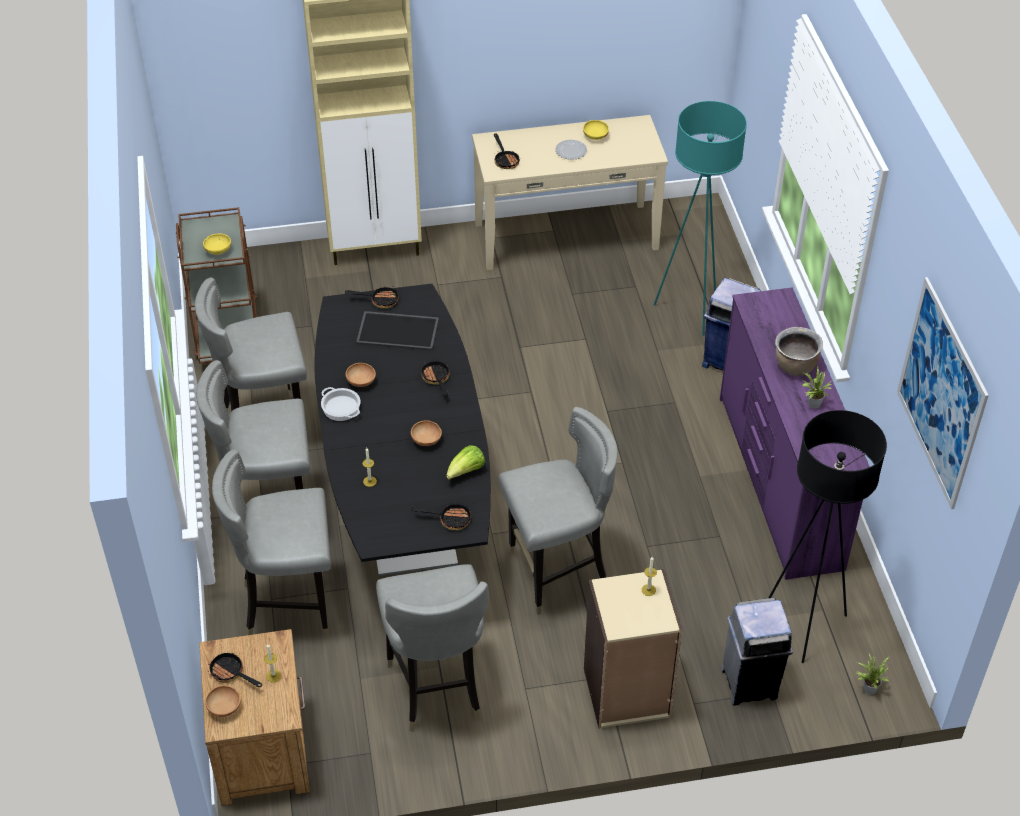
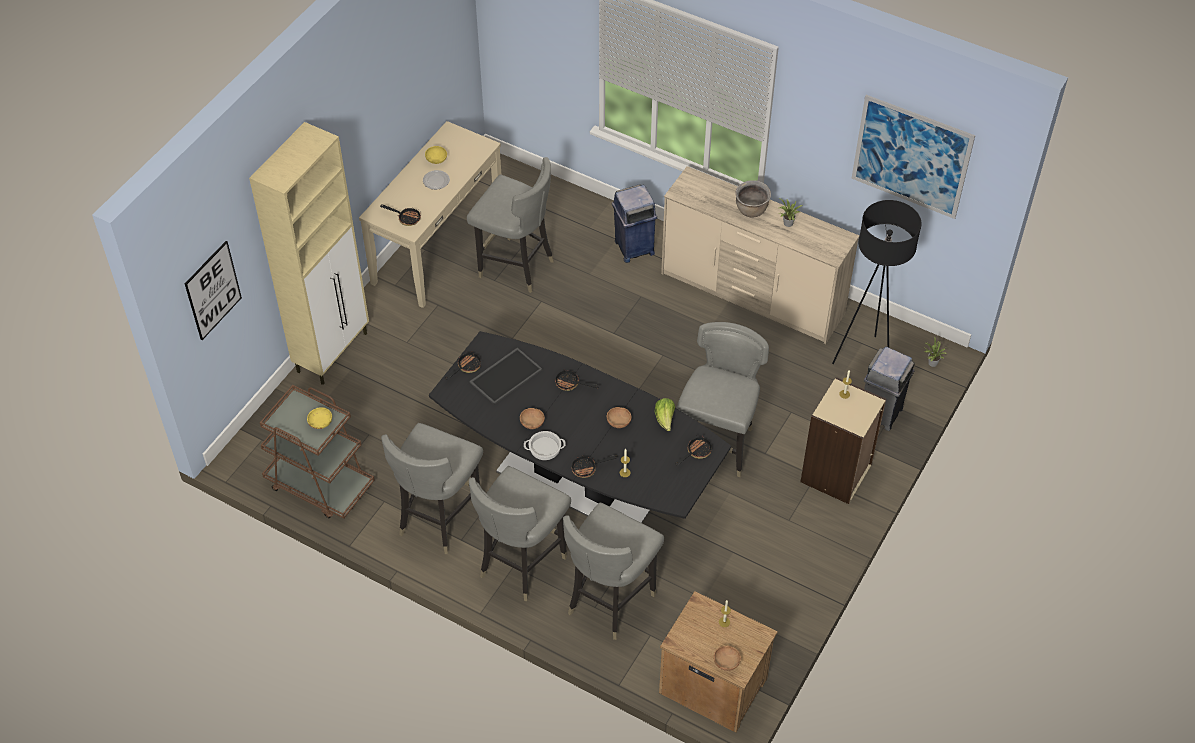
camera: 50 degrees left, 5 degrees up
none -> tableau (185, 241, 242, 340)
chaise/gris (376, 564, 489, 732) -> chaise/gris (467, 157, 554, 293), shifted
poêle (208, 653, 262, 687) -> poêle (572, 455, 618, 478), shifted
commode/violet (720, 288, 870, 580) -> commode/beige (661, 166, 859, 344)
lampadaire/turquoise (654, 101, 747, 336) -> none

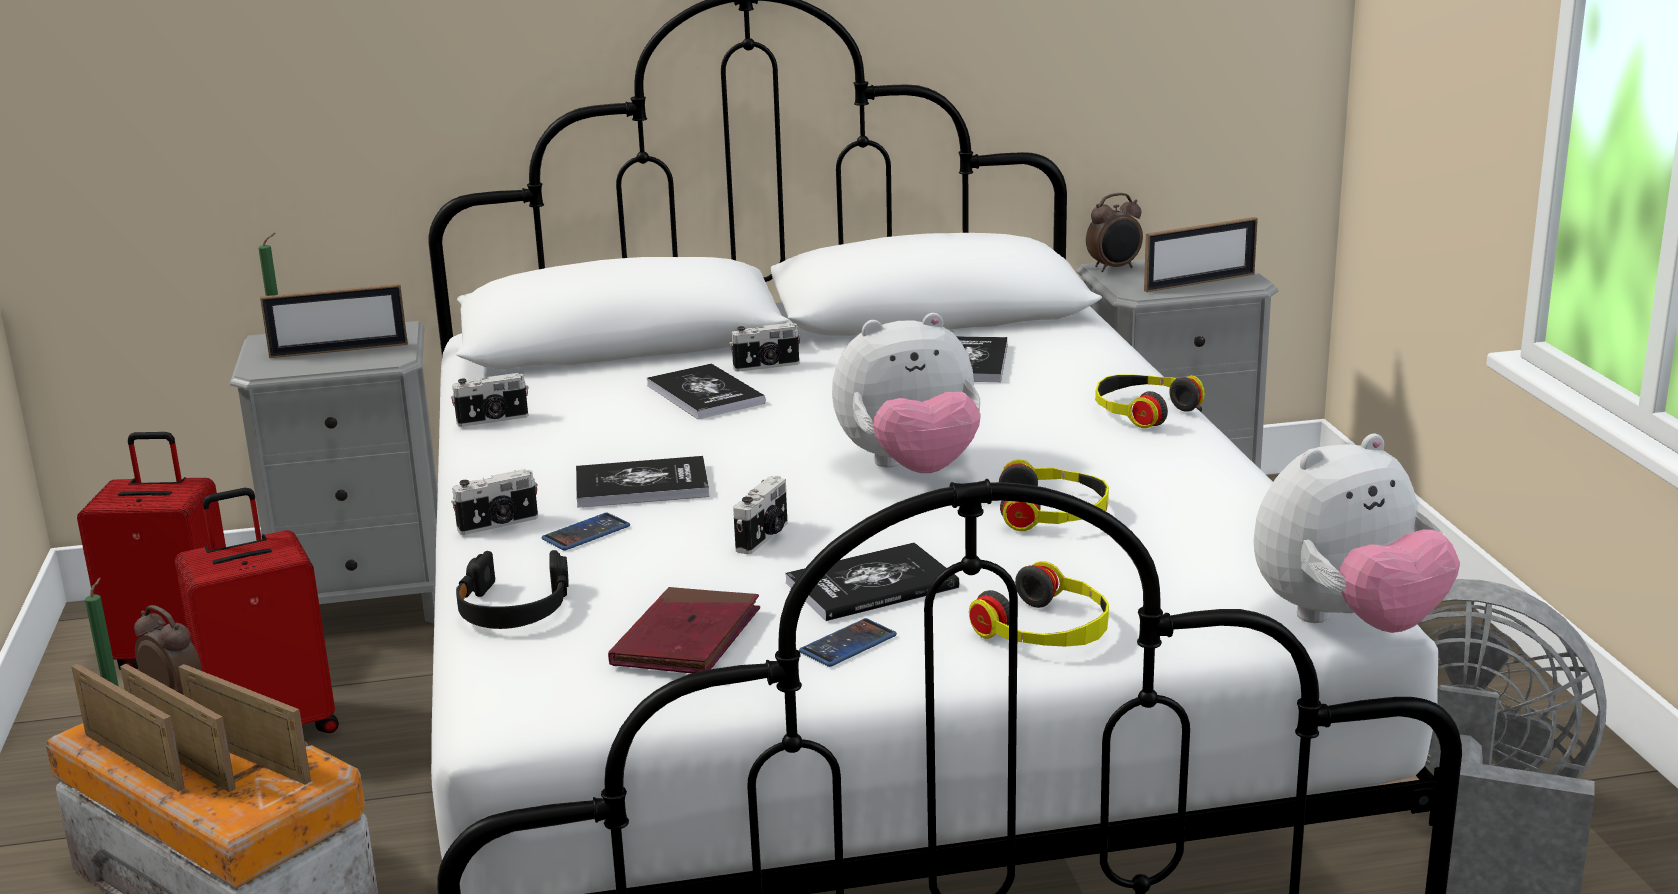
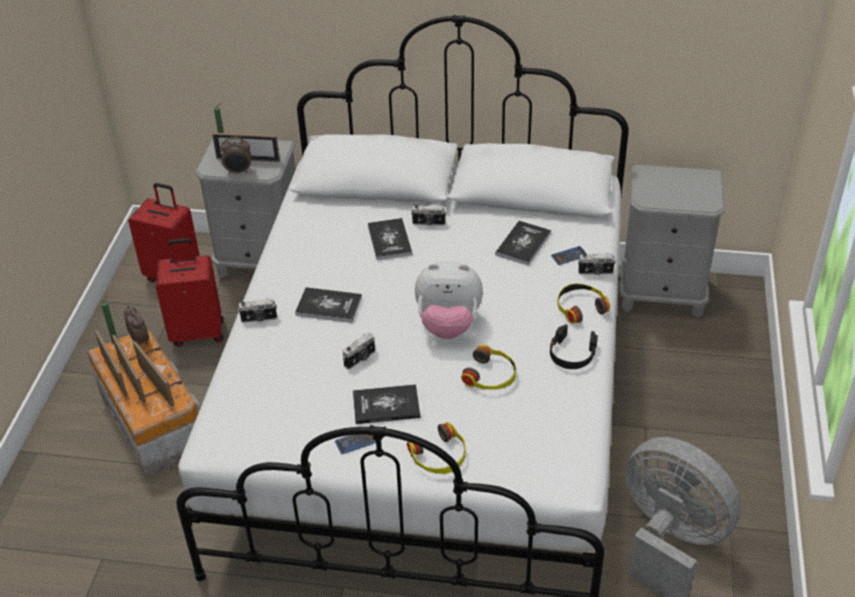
camera: 20 degrees right, 20 degrees up
réveil (1086, 193, 1143, 272) -> réveil (221, 137, 251, 174), shifted
casque audio/noir (456, 550, 569, 629) -> casque audio/noir (550, 324, 598, 369), shifted
téléphone (541, 512, 630, 551) -> téléphone (551, 246, 587, 265), shifted
appareil photo (451, 373, 529, 427) -> appareil photo (578, 253, 616, 275), shifted
livre/rouge (608, 587, 760, 674) -> none
cadre photo (1144, 217, 1258, 292) -> none
peluche (1253, 434, 1460, 633) -> none

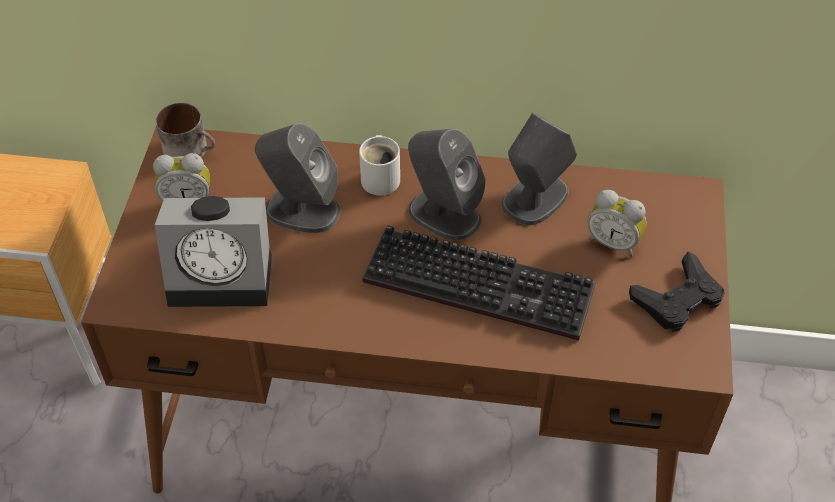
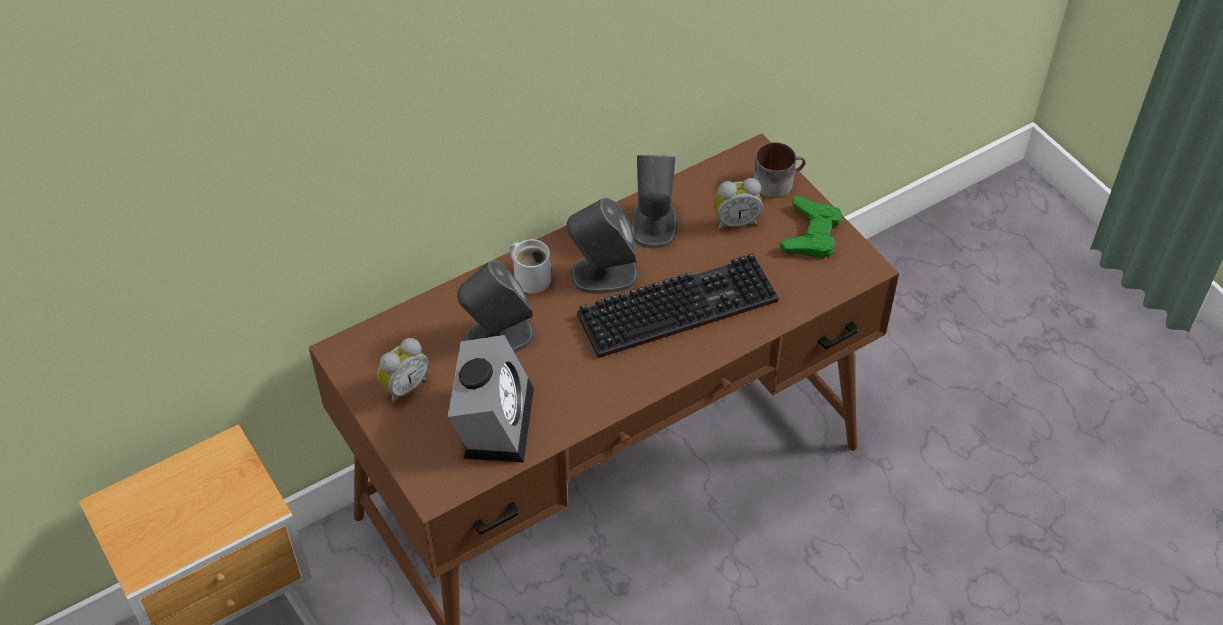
camera: 40 degrees left, 0 degrees up
réveil (155, 196, 272, 307) -> réveil (448, 335, 534, 463), 45 degrees counterclockwise
mug (156, 103, 215, 158) -> mug (754, 142, 806, 198), shifted
manette/noir (629, 251, 724, 332) -> manette/vert (780, 196, 842, 259)

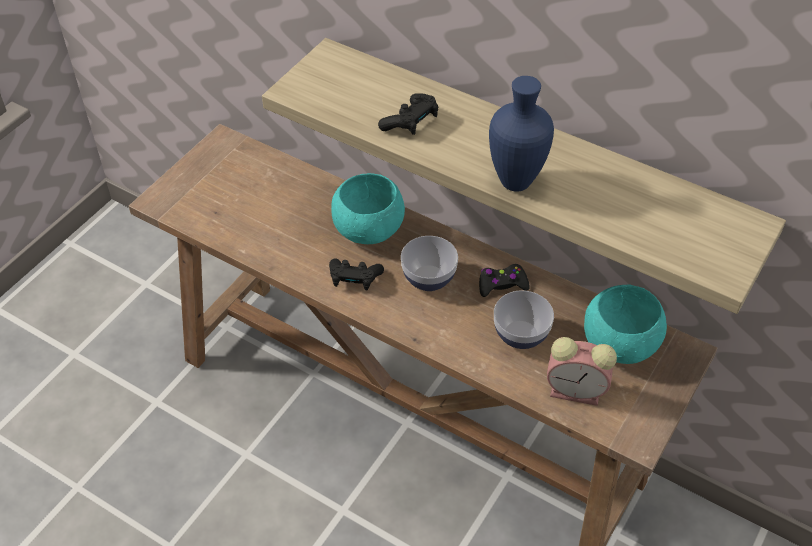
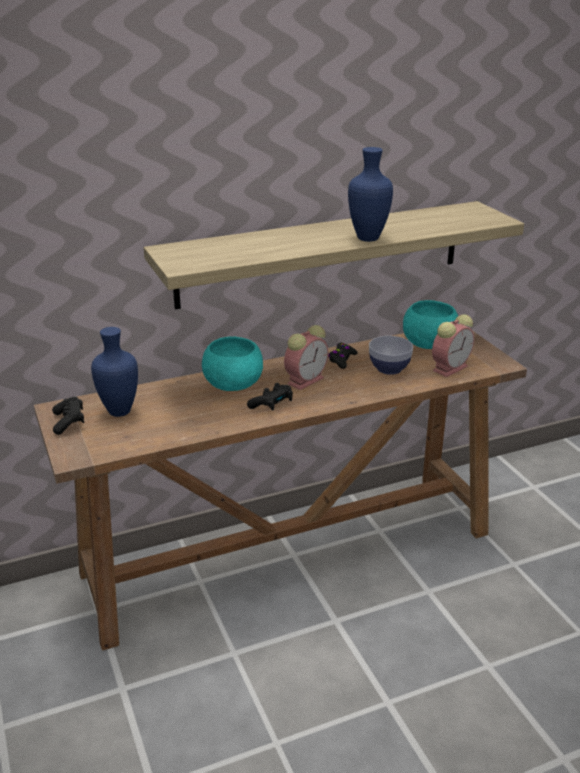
camera: 55 degrees left, 20 degrees down
manette/noir (378, 93, 438, 135) -> manette/noir (52, 397, 84, 435), shifted
none -> vase/bleu (91, 327, 138, 417)
bol (401, 236, 458, 291) -> réveil (284, 325, 328, 390)

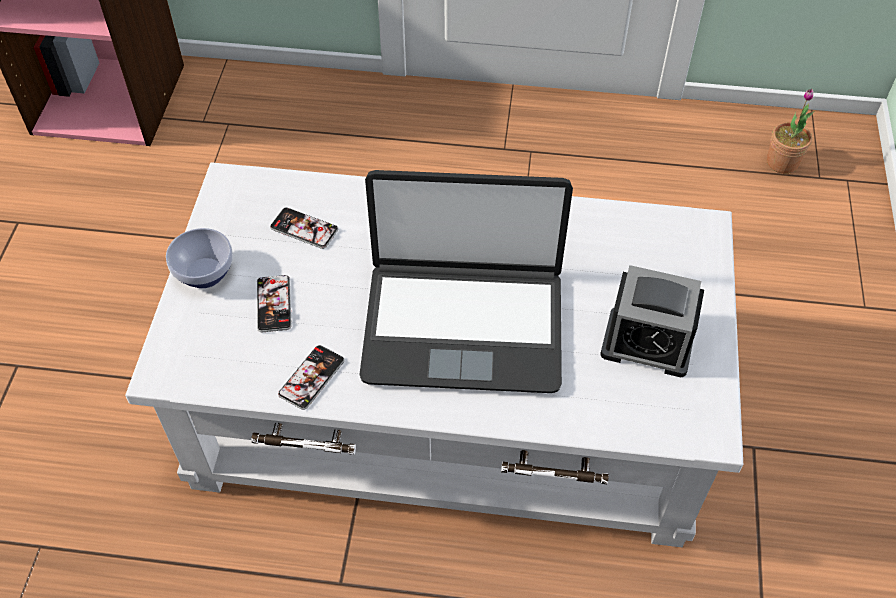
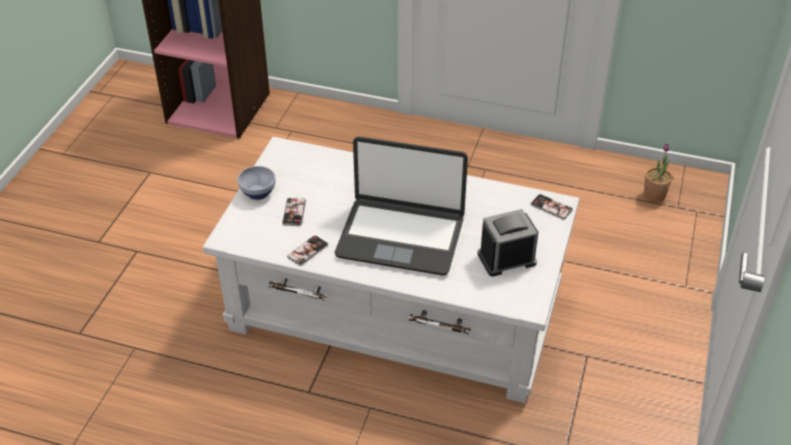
camera: 10 degrees right, 10 degrees down
réveil (600, 265, 704, 377) -> réveil (477, 209, 538, 277), 135 degrees clockwise
téléphone (270, 207, 338, 249) -> téléphone (531, 194, 573, 220), shifted

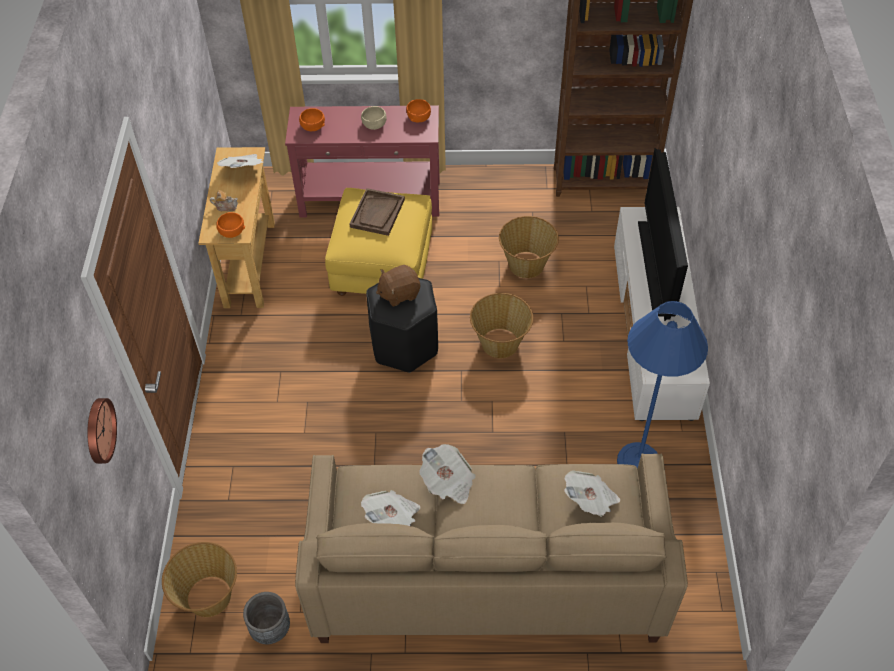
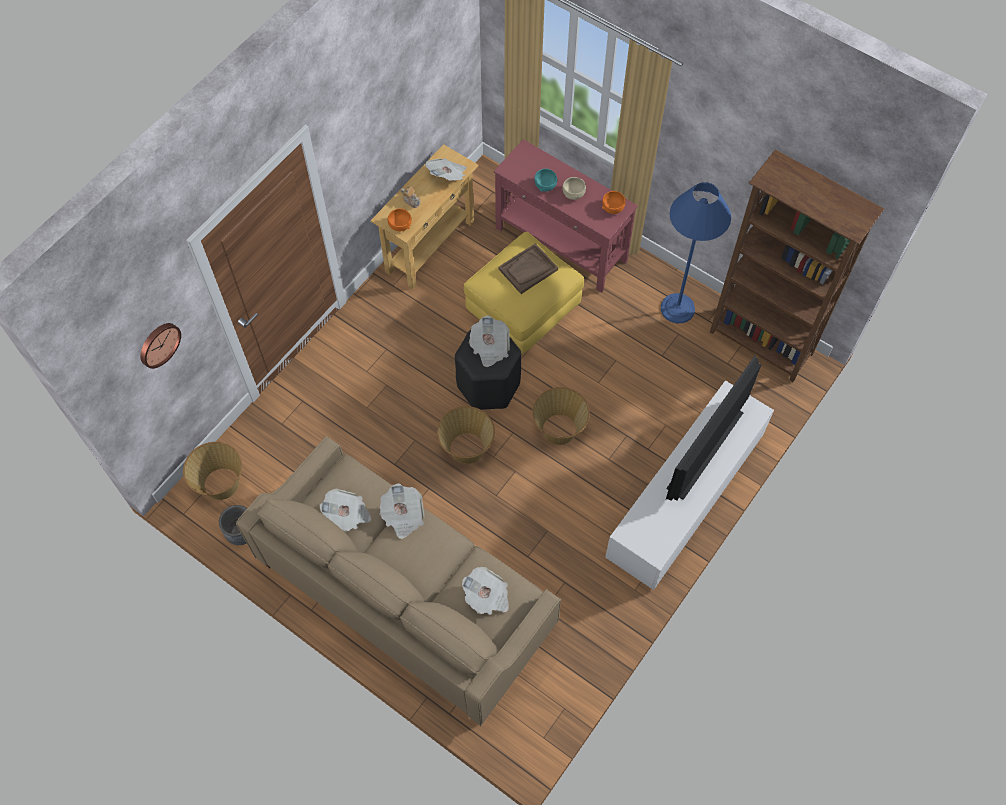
camera: 35 degrees right, 10 degrees up
panier (499, 216, 559, 278) -> panier (437, 406, 495, 464), shifted
peluche/marron (376, 265, 420, 307) -> journal (469, 316, 510, 367)
none -> bol/turquoise (534, 169, 557, 192)
lampadaire/bleu (617, 301, 708, 468) -> lampadaire/bleu (661, 182, 731, 323), shifted
bol/orange (299, 108, 325, 131) -> none

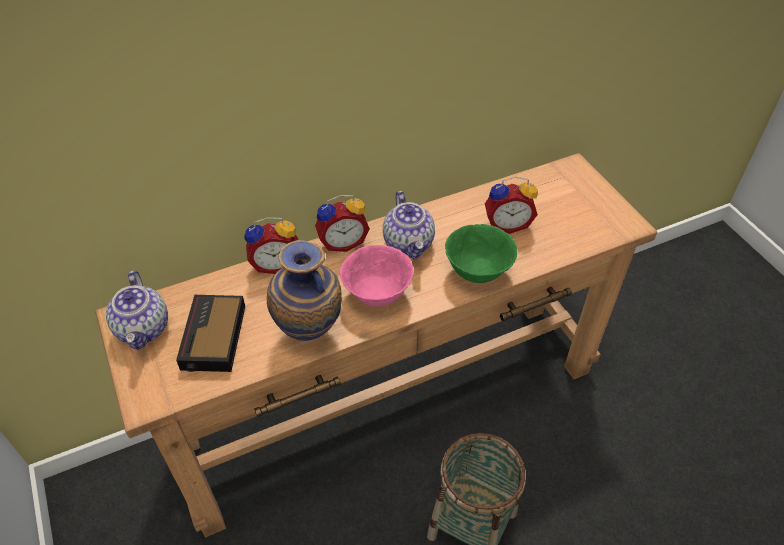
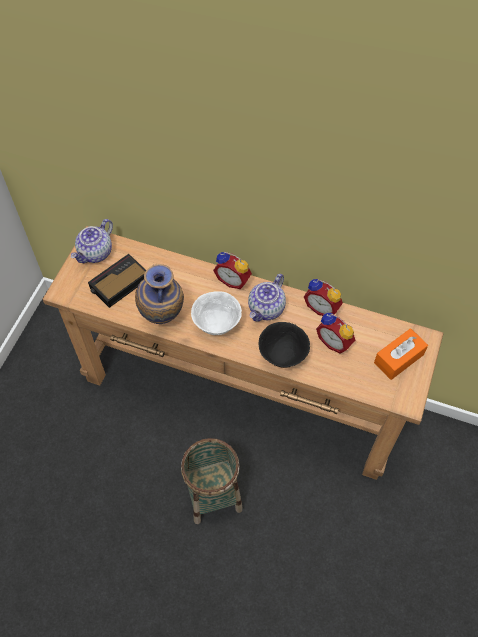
camera: 45 degrees right, 10 degrees up
bol/rose (340, 245, 414, 307) -> bol/blanc (191, 292, 242, 335)
bol/vert (445, 224, 517, 283) -> bol/noir (258, 322, 310, 368)
réveil (245, 217, 298, 274) -> réveil (304, 279, 343, 316), shifted
none -> boîte à mouchoirs/orange (374, 328, 428, 380)

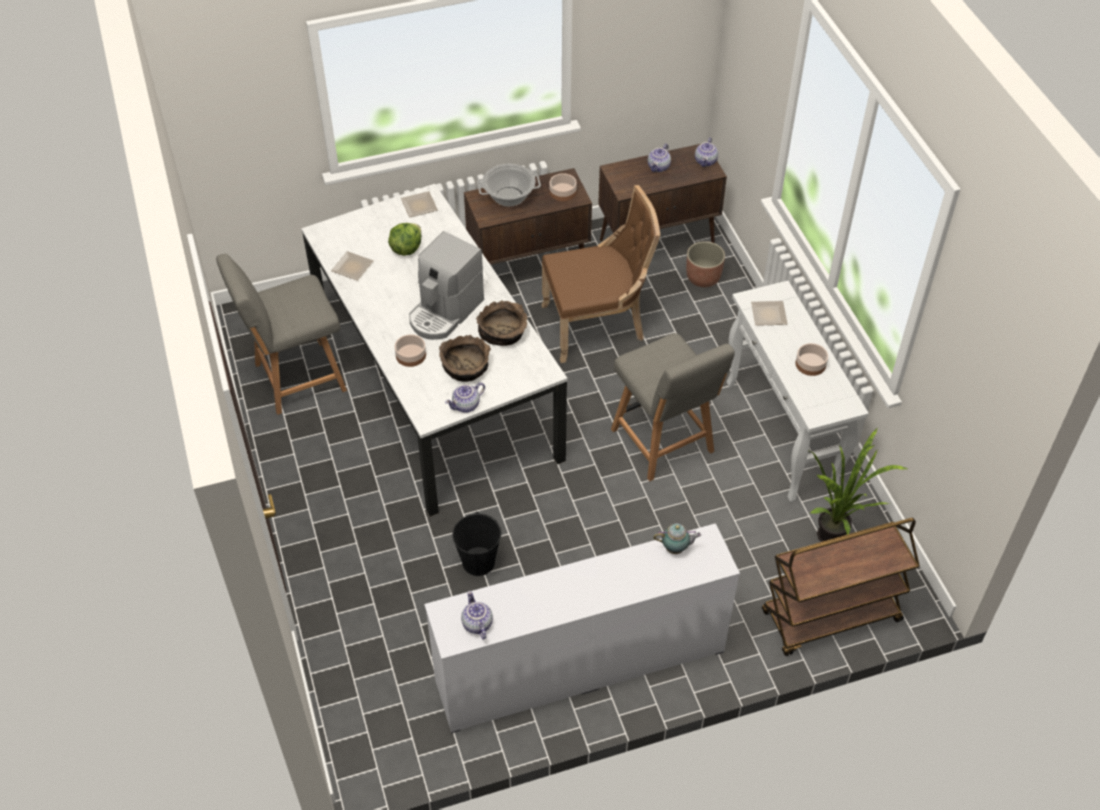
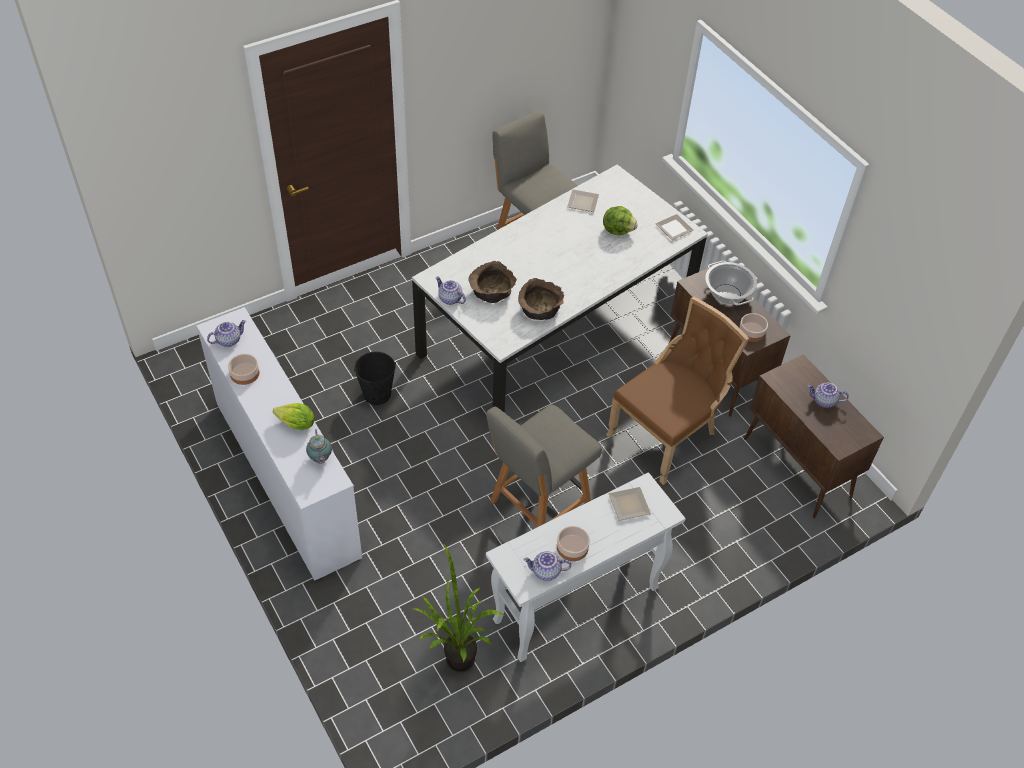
camera: 75 degrees right, 0 degrees up
bol (395, 334, 426, 367) -> bol (228, 354, 260, 385), shifted
none -> laitue (273, 403, 315, 430)
théière (695, 137, 718, 167) -> théière (523, 551, 571, 581), shifted
chaise/marron (541, 185, 660, 363) -> chaise/marron (606, 296, 749, 485), 105 degrees counterclockwise
machine à café (409, 231, 484, 340) -> none
cache-pot (686, 241, 725, 287) -> none
chariot/marron (762, 518, 920, 656) -> none

